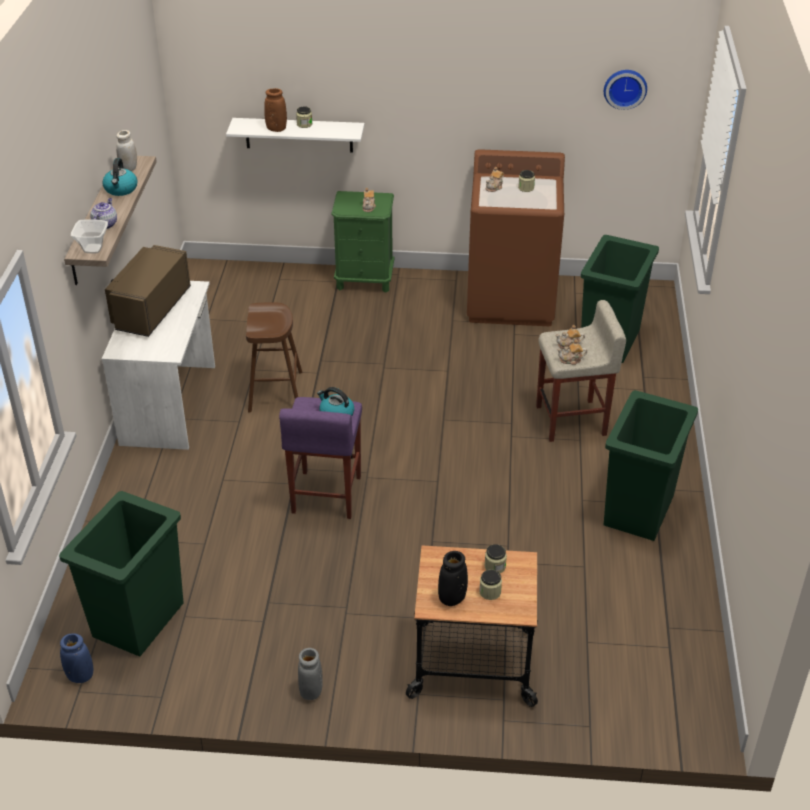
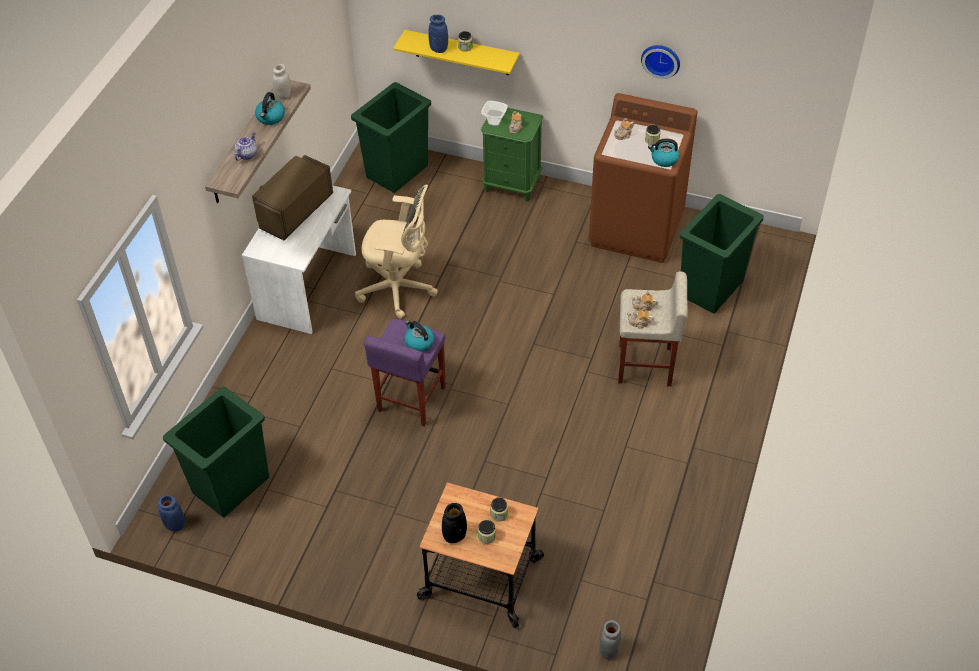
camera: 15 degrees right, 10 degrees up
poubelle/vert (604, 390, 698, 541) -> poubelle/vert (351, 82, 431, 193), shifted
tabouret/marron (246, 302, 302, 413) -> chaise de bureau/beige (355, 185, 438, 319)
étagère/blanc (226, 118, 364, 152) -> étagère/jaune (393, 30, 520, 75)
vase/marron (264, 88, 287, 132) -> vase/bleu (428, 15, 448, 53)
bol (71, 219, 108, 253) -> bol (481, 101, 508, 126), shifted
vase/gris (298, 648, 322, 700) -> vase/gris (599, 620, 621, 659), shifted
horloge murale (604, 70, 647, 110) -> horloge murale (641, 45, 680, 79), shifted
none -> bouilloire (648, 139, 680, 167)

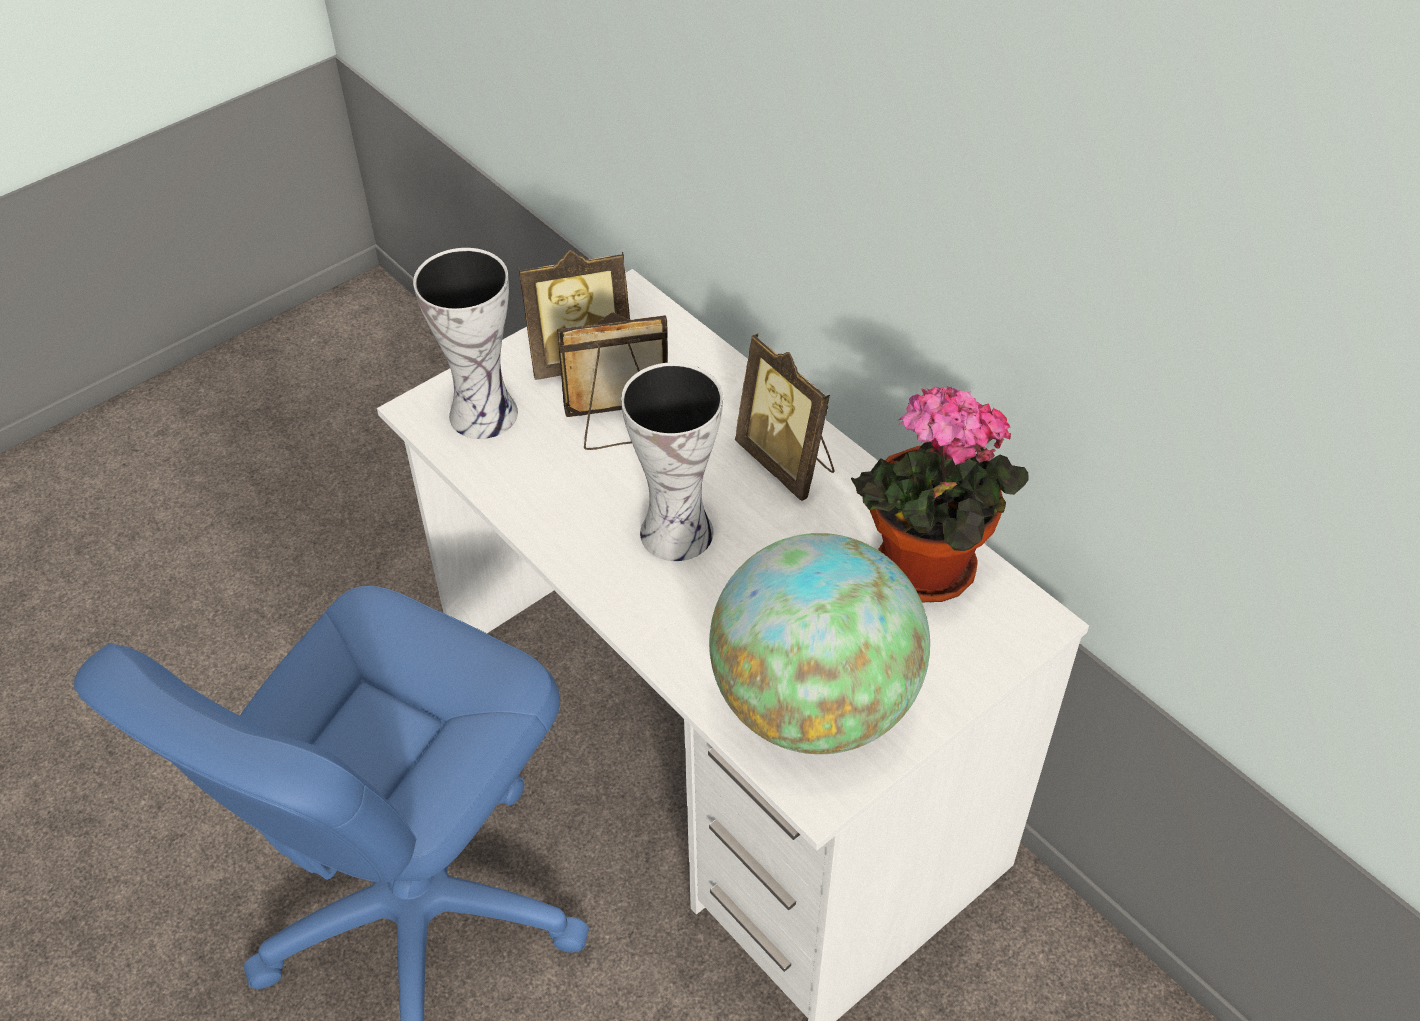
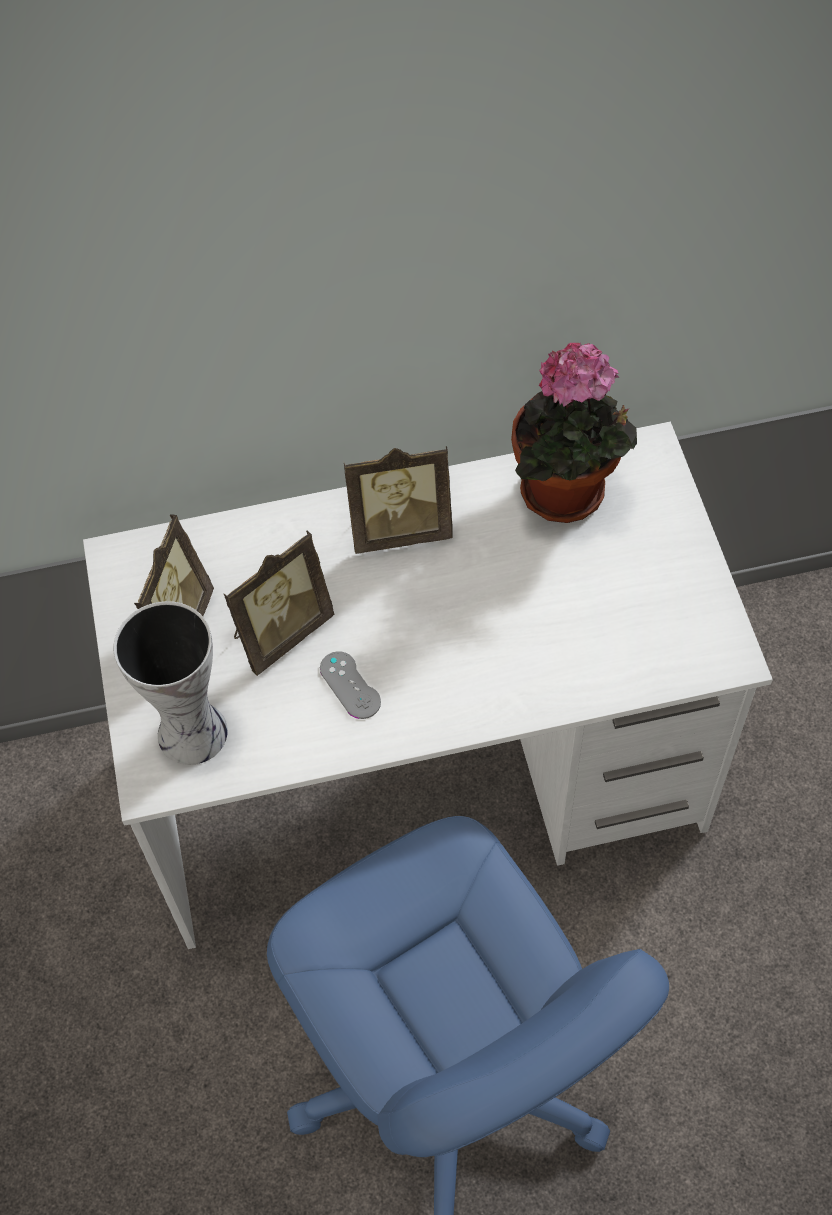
camera: 60 degrees left, 10 degrees up
cadre photo (557, 312, 668, 450) -> cadre photo (223, 531, 334, 676), 150 degrees counterclockwise
none -> manette/gris (320, 651, 381, 719)
vase (621, 362, 723, 561) -> none
globe (709, 533, 930, 754) -> none

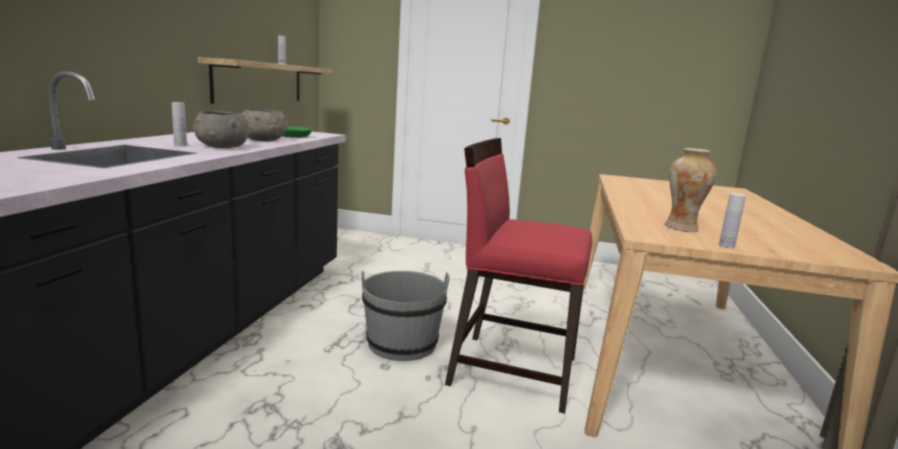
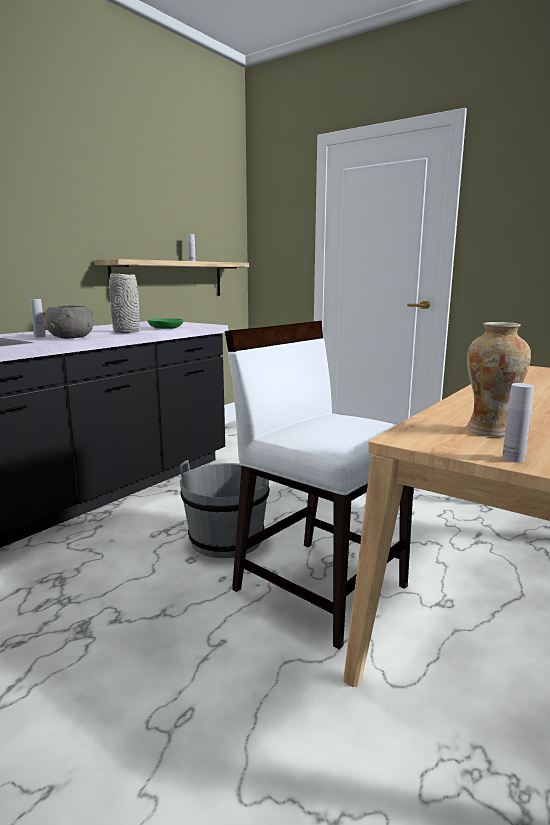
camera: 25 degrees right, 0 degrees up
bol/gris (242, 109, 287, 141) -> vase/gris (109, 274, 140, 333)
chaise/rouge (445, 138, 592, 414) -> chaise/blanc (225, 321, 413, 649)

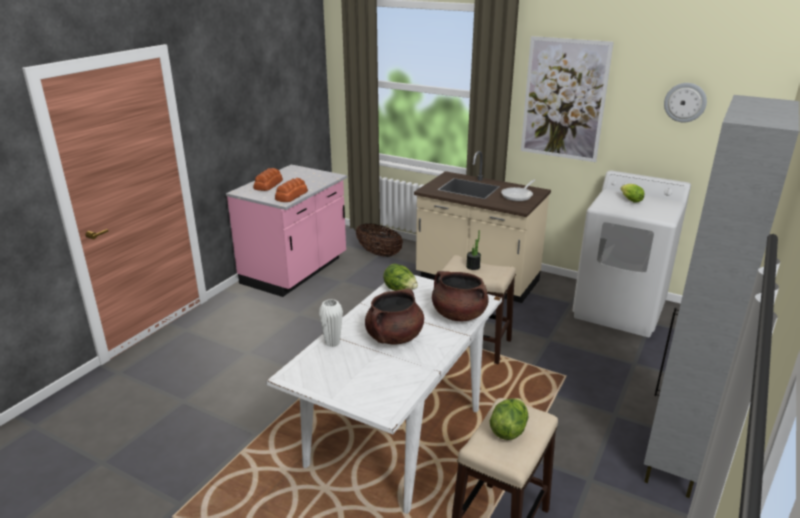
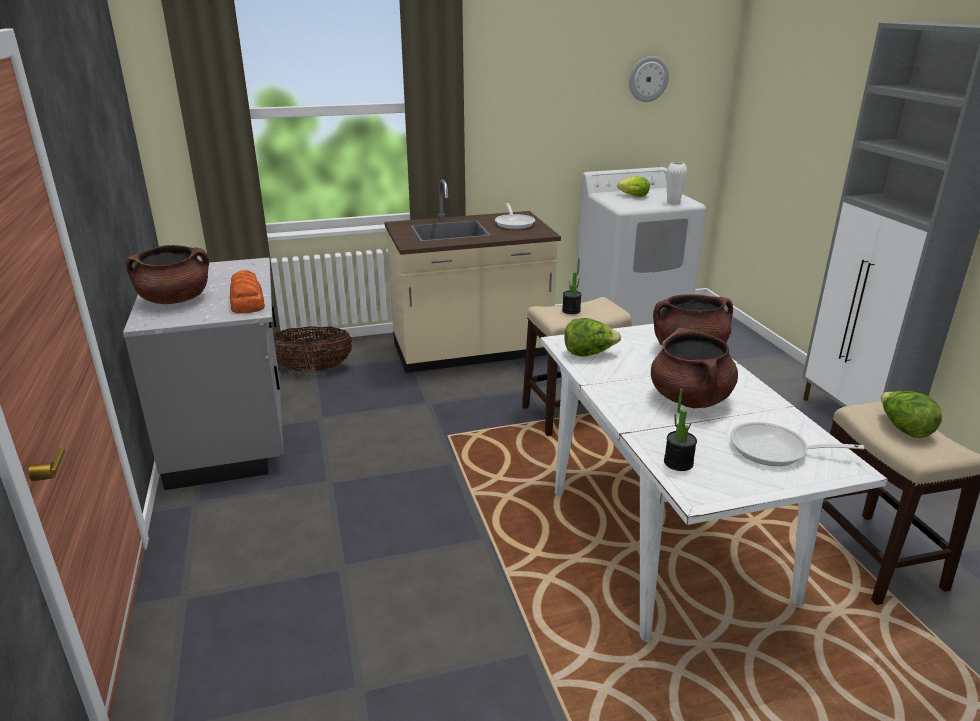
camera: 45 degrees left, 0 degrees up
comptoir de cuisine/rose (226, 165, 347, 297) -> comptoir de cuisine/gris (123, 258, 284, 490)
pain (253, 168, 283, 191) -> marmite/marron (126, 245, 209, 304)
none -> plante en pot (664, 389, 697, 471)
vase/blanc (319, 299, 343, 347) -> vase/blanc (666, 162, 687, 205), shifted
none -> poêle (730, 422, 865, 466)
tableau (521, 36, 614, 162) -> none

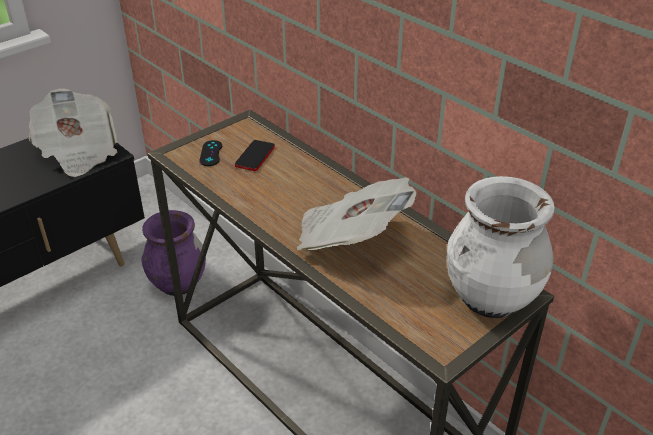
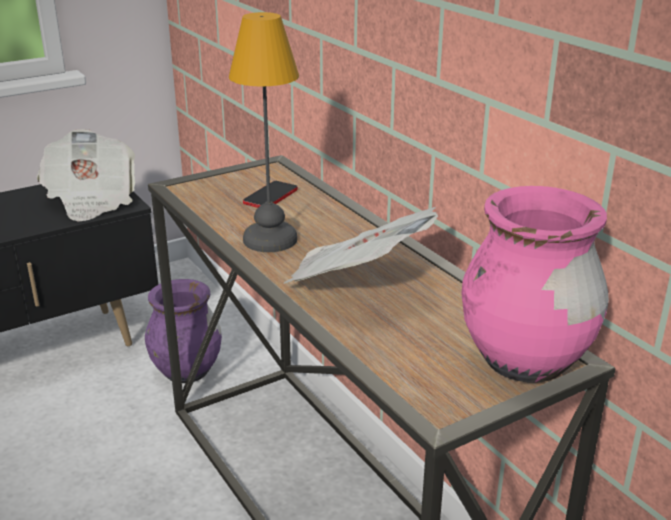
camera: 10 degrees right, 10 degrees down
none -> lampe de table (229, 12, 299, 252)
vase/blanc (446, 176, 555, 318) -> vase/rose (461, 186, 609, 383)
manette/noir (199, 140, 222, 166) -> none

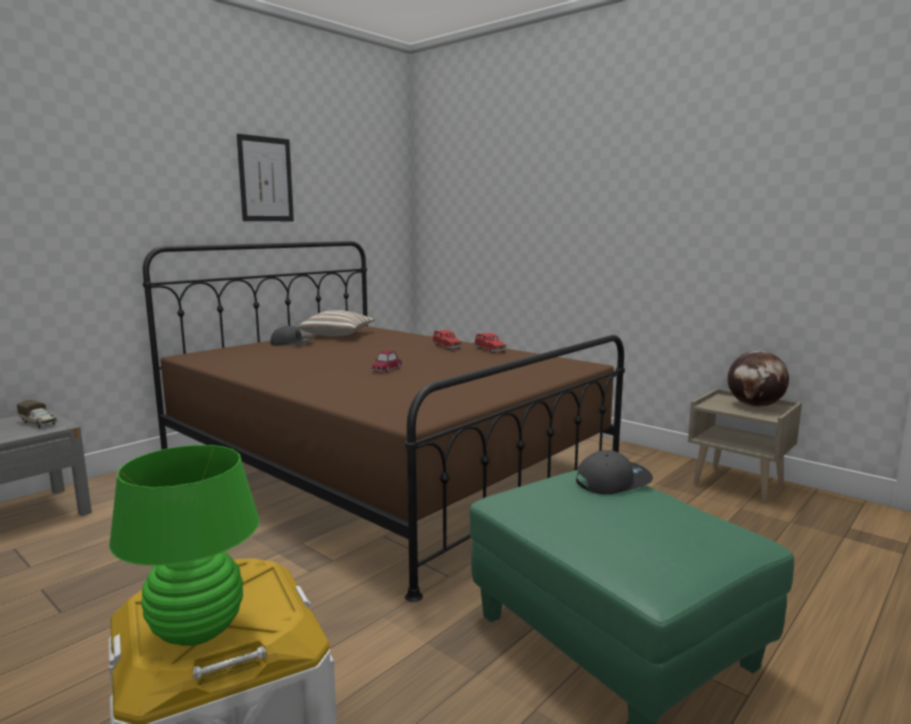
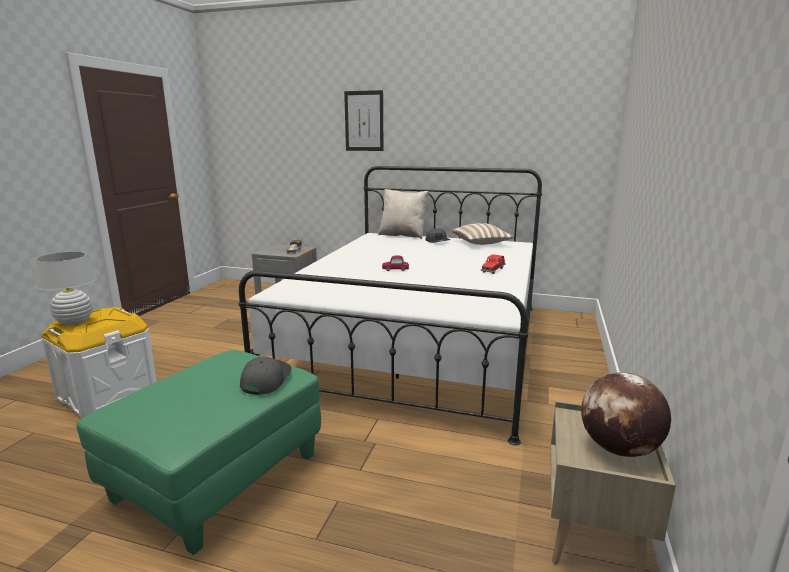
camera: 65 degrees right, 5 degrees up
lampe de table/vert (109, 445, 260, 646) -> lampe de table/blanc (35, 252, 96, 325)
lit/marron (143, 241, 625, 602) -> lit/blanc (239, 166, 542, 445)
casquette/gris (576, 450, 653, 494) -> casquette/gris (240, 357, 291, 395), 120 degrees counterclockwise
tableau (237, 134, 294, 221) -> tableau (344, 90, 383, 151), shifted
none -> coussin/beige (378, 189, 429, 239)
petite voiture/rouge (473, 333, 507, 354) -> none

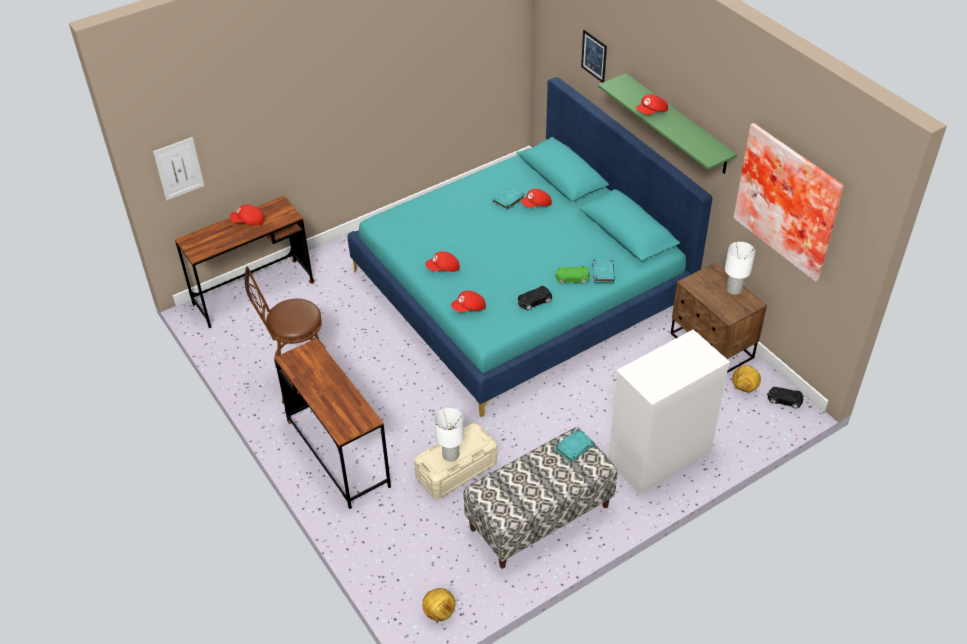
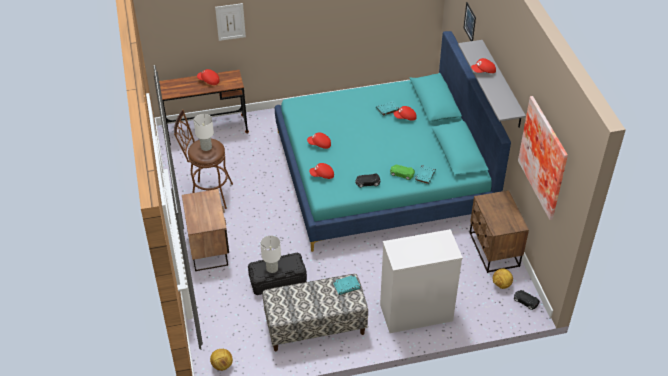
camera: 20 degrees right, 0 degrees up
bureau/marron (274, 338, 391, 509) -> table de chevet (182, 189, 229, 271)
lampe de table/blanc (725, 242, 755, 295) -> lampe de table/blanc (193, 114, 214, 151), shifted
tableau (153, 137, 204, 200) -> tableau (215, 3, 246, 41), shifted
boîte de rangement/beige (414, 423, 497, 499) -> boîte de rangement/noir (248, 252, 307, 295)
étagère/vert (598, 73, 737, 174) -> étagère/gris (458, 40, 526, 128)

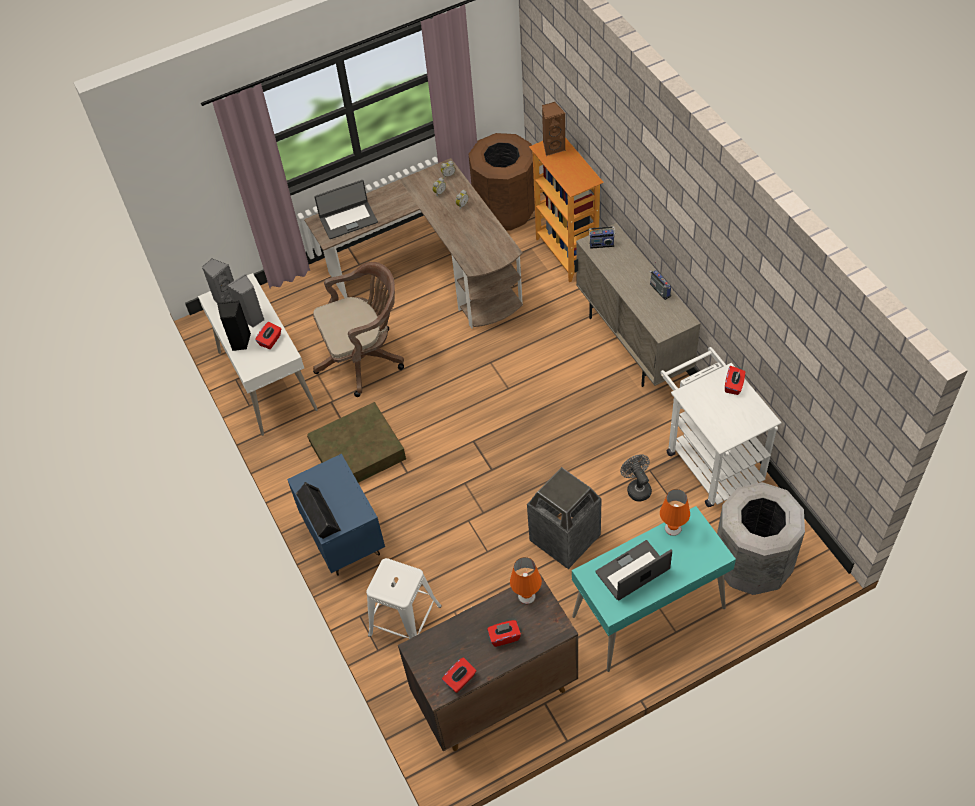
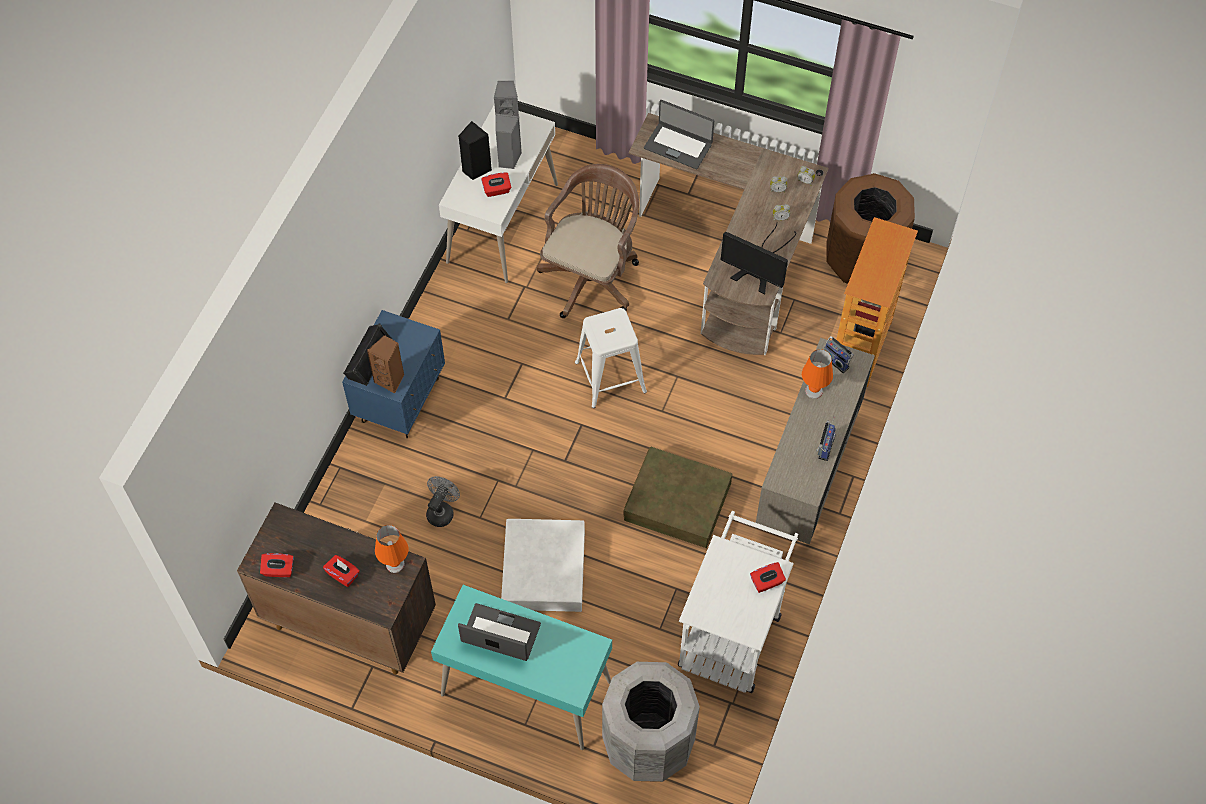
camera: 45 degrees right, 5 degrees up
enceinte/marron (542, 102, 566, 156) -> enceinte/marron (367, 335, 404, 393), shifted
ventilateur/gris (620, 454, 652, 501) -> ventilateur/gris (426, 476, 460, 527), shifted
poubelle (527, 467, 602, 569) -> boîte de rangement/blanc (501, 519, 585, 612)
chaise de bureau/marron (313, 262, 404, 397) -> chaise de bureau/marron (537, 164, 639, 318), 90 degrees counterclockwise
tabouret/blanc (366, 558, 442, 639) -> tabouret/blanc (575, 308, 647, 408), shifted
boîte de rangement/marron (307, 402, 406, 483) -> boîte de rangement/marron (623, 447, 732, 548), shifted
none -> écran d'ordinateur (721, 223, 797, 294)
lampe de table/orange (660, 489, 690, 536) -> lampe de table/orange (802, 349, 833, 399), shifted

